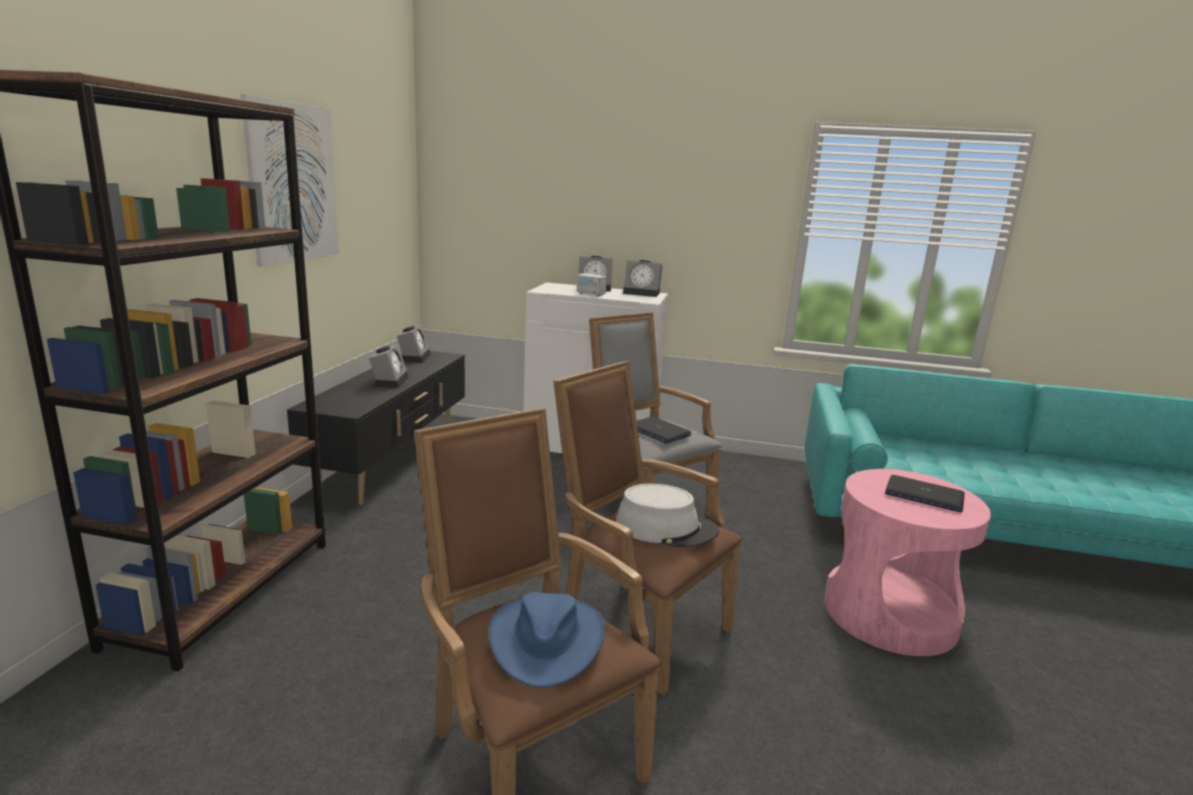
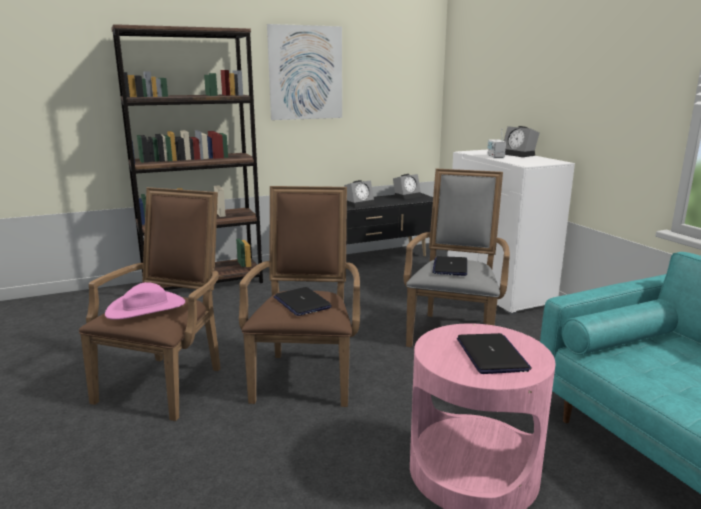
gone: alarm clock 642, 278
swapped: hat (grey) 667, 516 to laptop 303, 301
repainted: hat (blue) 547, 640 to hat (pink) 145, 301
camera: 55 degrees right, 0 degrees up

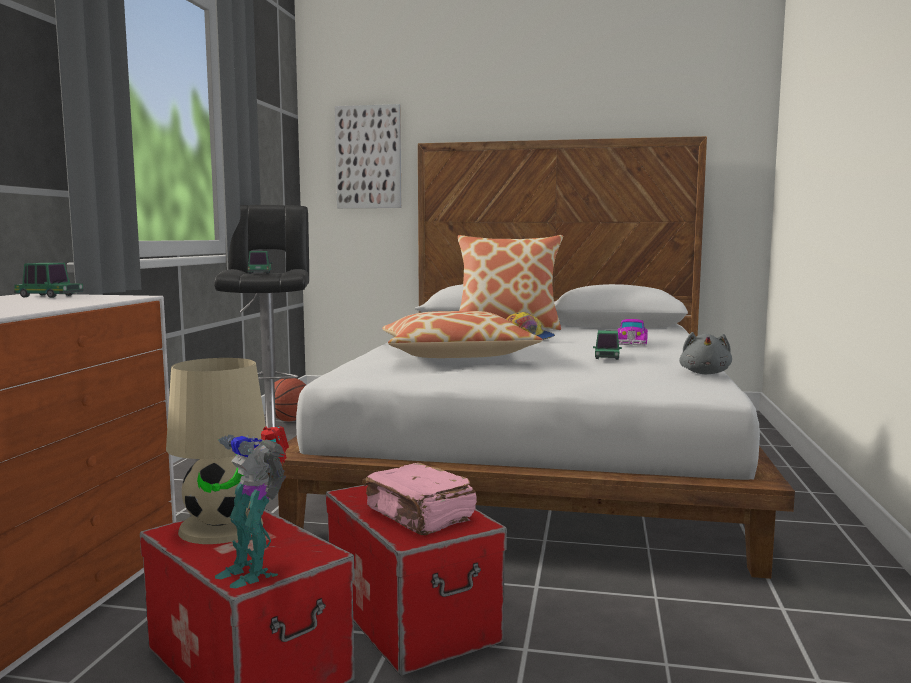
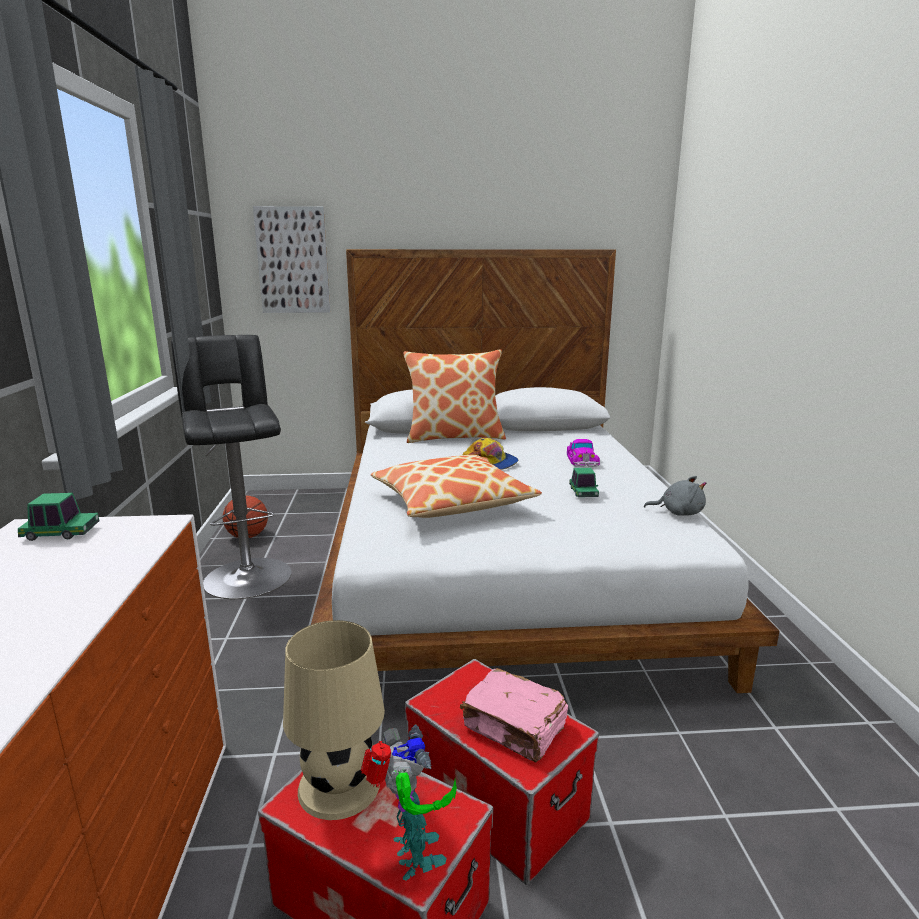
gone: toy car 260, 262
rotated: toy robot 243, 507 = 409, 802 135 degrees counterclockwise; plush toy (grey) 705, 353 = 675, 496 75 degrees counterclockwise
camera: 15 degrees left, 10 degrees up

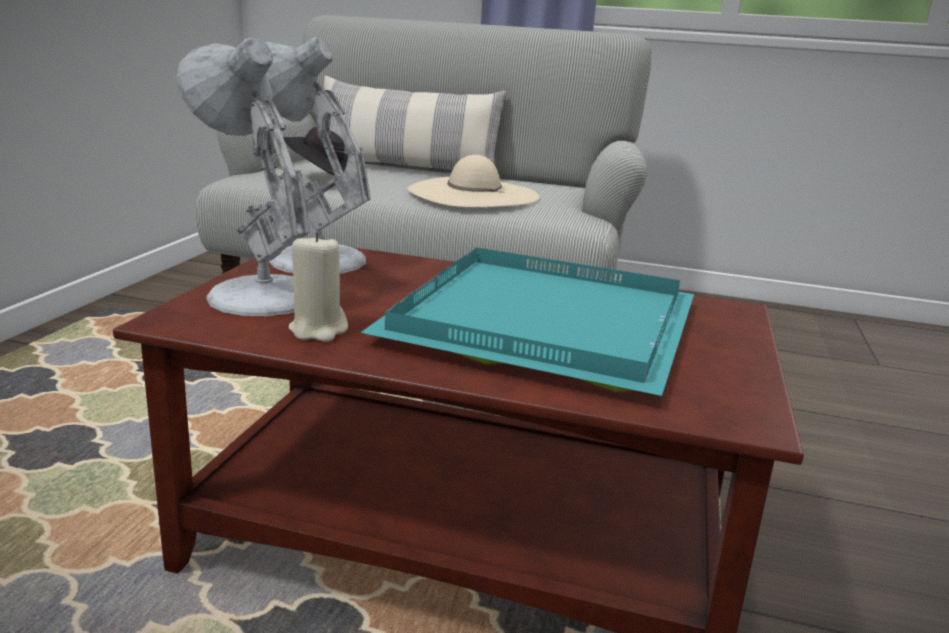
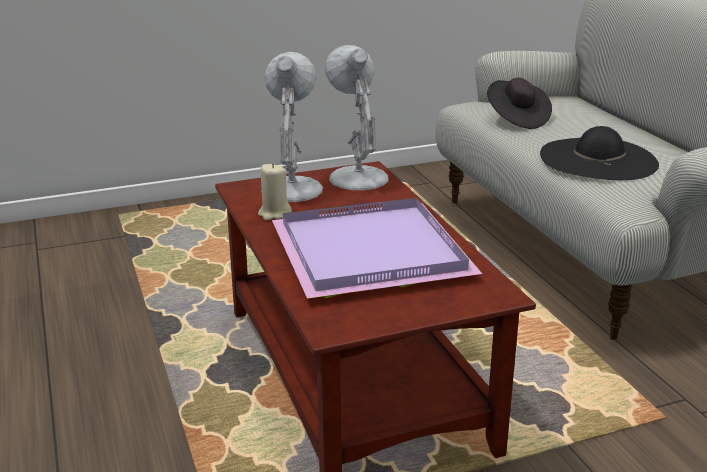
gone: pillow 415, 123
repainted: tray (turquoise) 527, 321 to tray (purple) 377, 248; hat (beige) 473, 181 to hat (black) 599, 153
camera: 55 degrees right, 5 degrees up

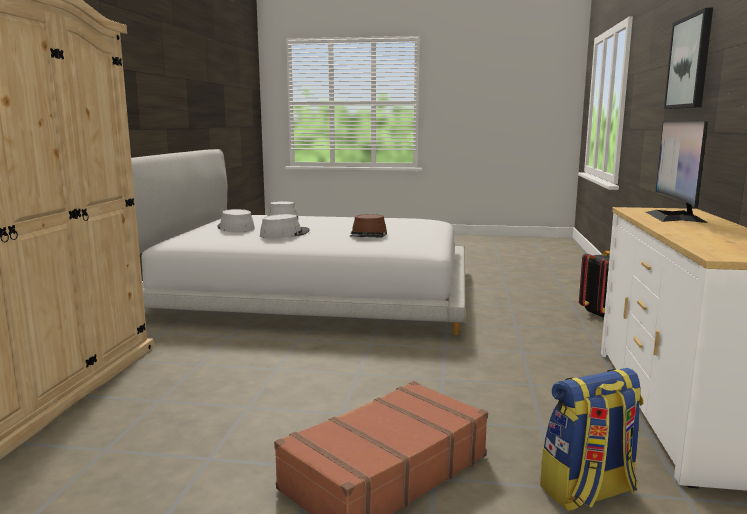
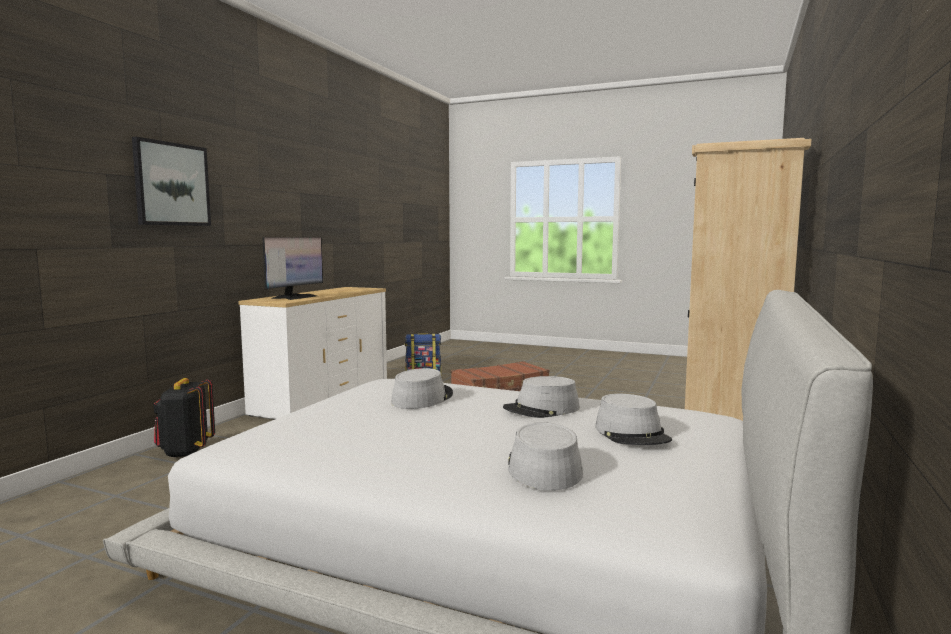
repainted: hat (brown) 368, 226 to hat (grey) 422, 388
camera: 165 degrees left, 5 degrees down

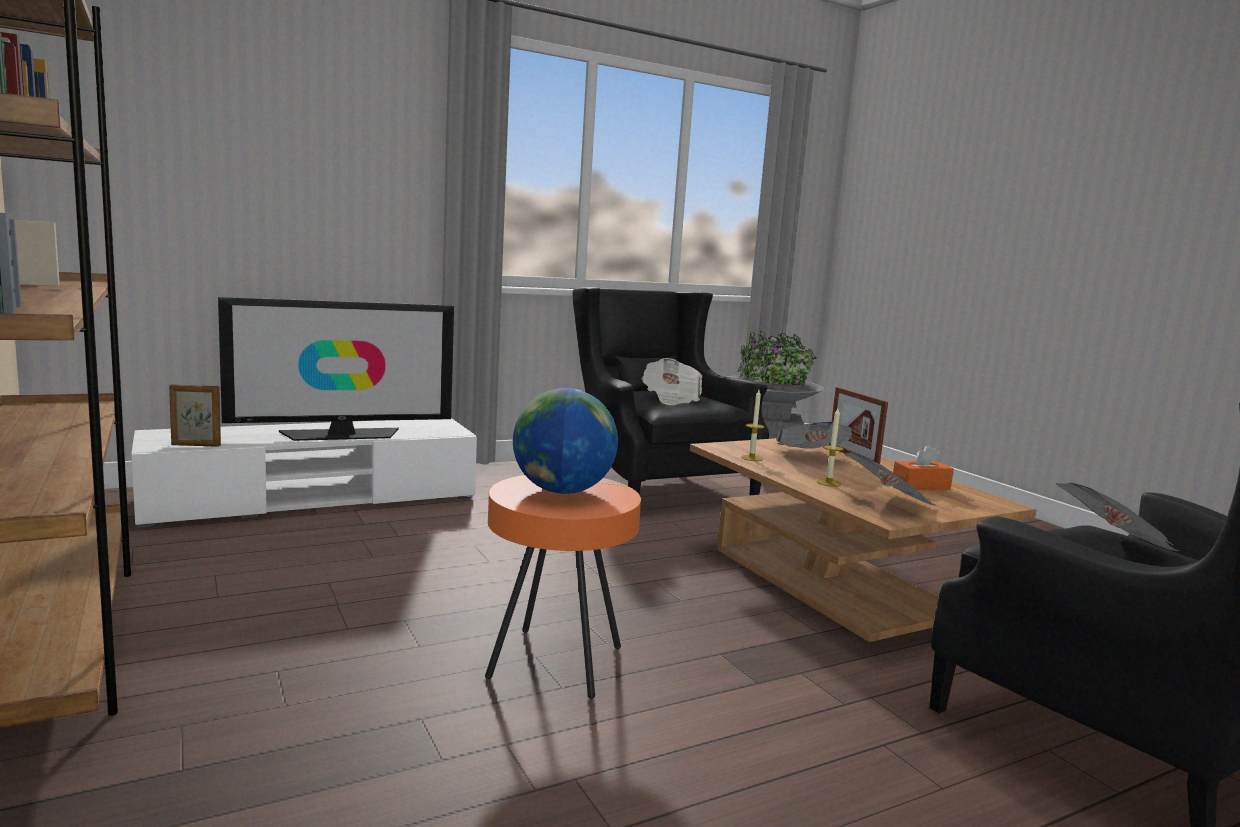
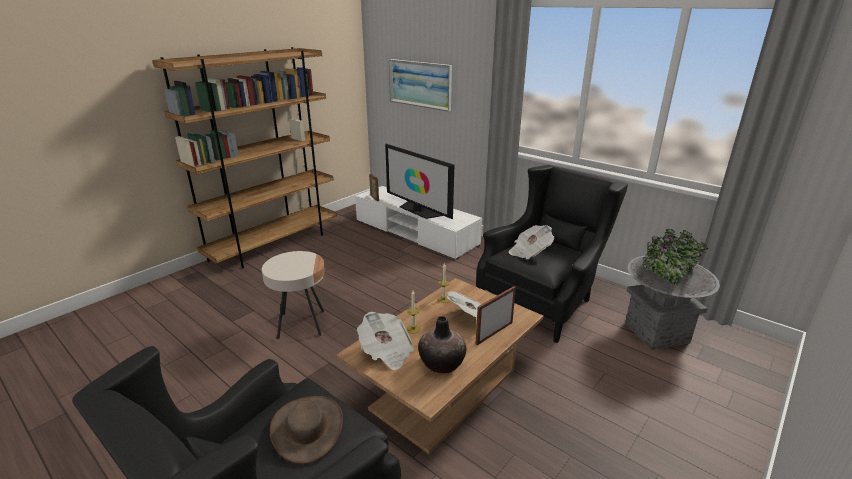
gone: globe 565, 441
new: picture 420, 85
swapped: tissue box (orange) 923, 467 to vase 442, 345; newspaper 1117, 516 to hat (brown) 306, 430
repainted: side table (orange) 563, 587 to side table (beige) 293, 295
camera: 70 degrees right, 15 degrees up

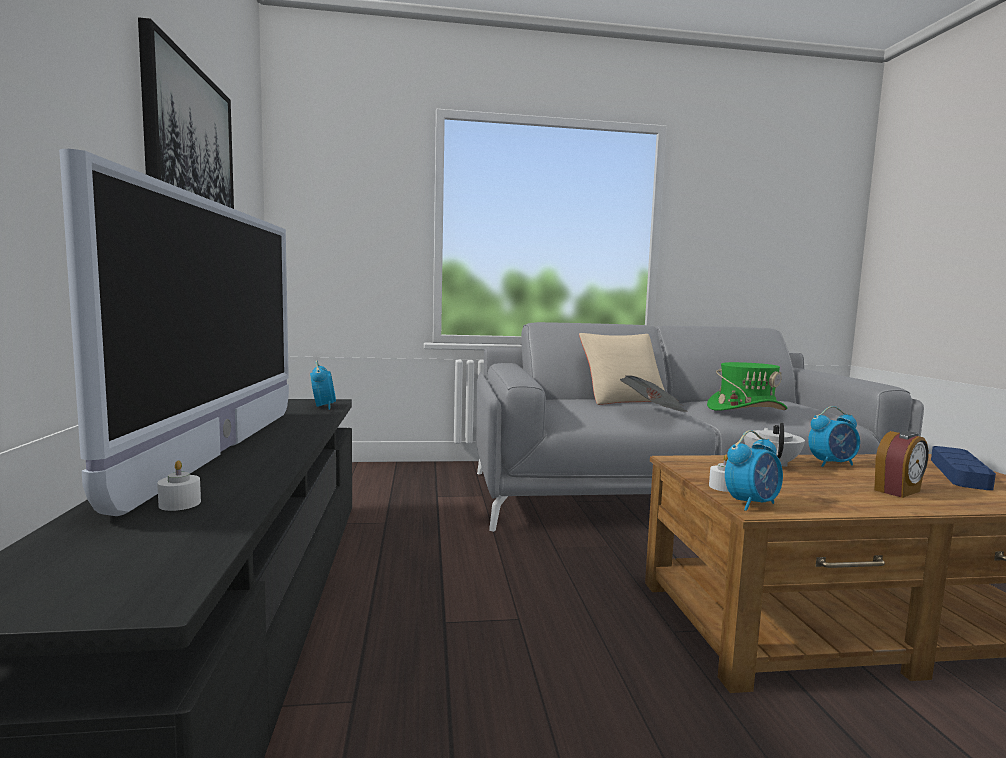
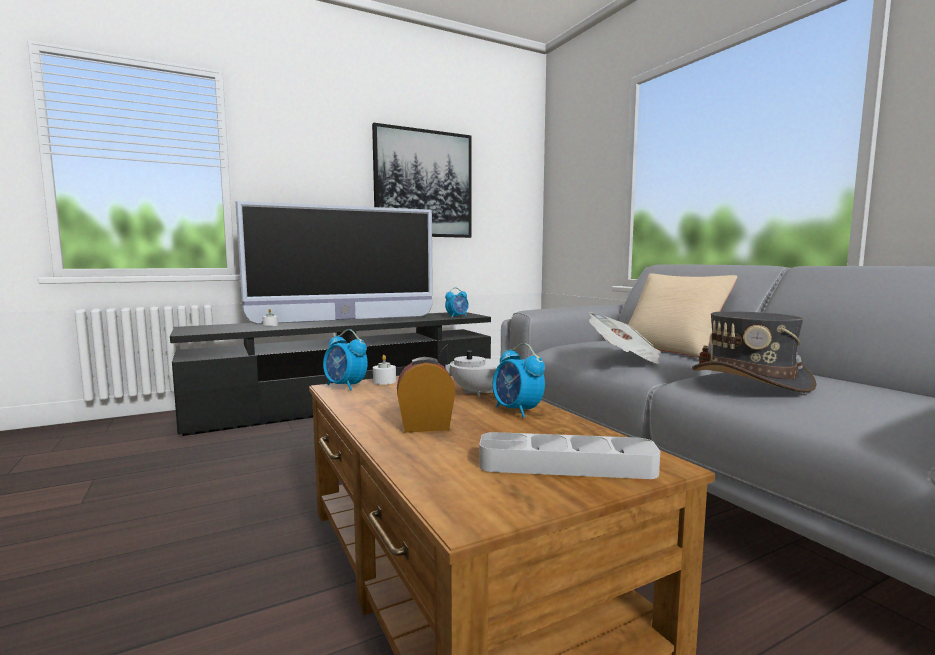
repainted: hat (green) 747, 386 to hat (grey) 754, 352; tray (blue) 963, 468 to tray (grey) 569, 455
rotated: alarm clock 902, 464 = 426, 395 135 degrees clockwise
camera: 70 degrees right, 0 degrees up

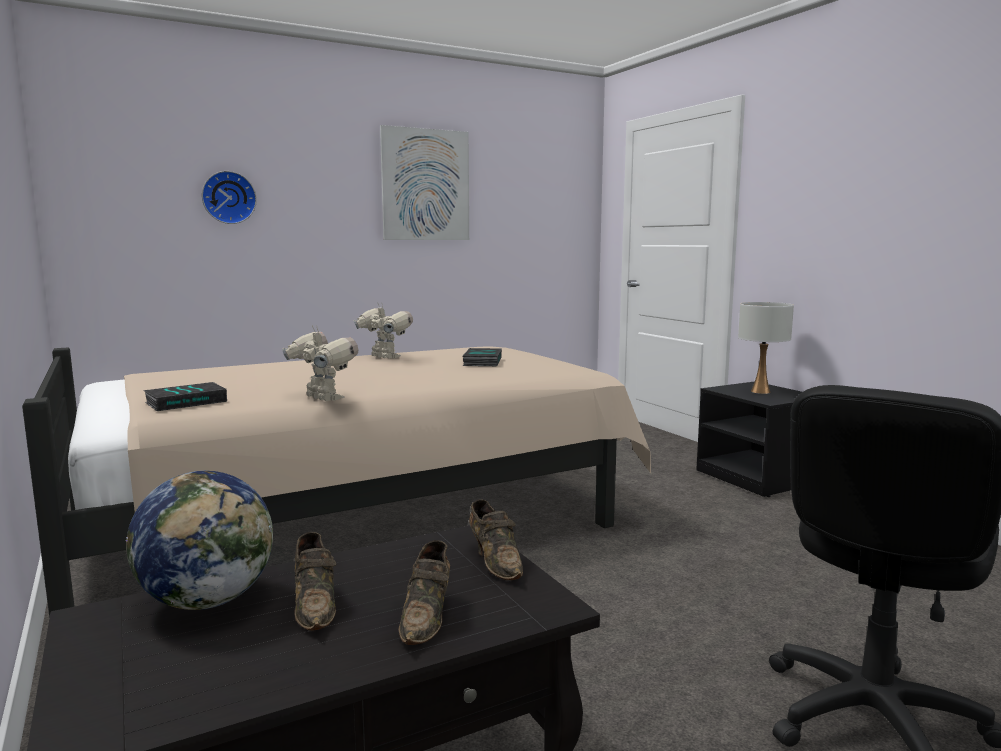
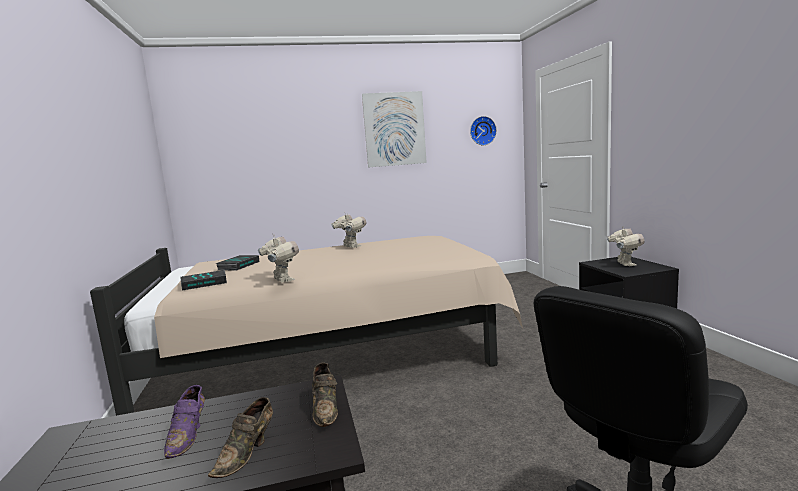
gone: globe 199, 540
shifted: wall clock 229, 197 to 483, 130; book 482, 357 to 237, 263
swapped: table lamp (white) 766, 348 to toy robot 626, 246
repainted: shoe (brown) 315, 581 to shoe (purple) 184, 422
camera: 15 degrees right, 0 degrees up

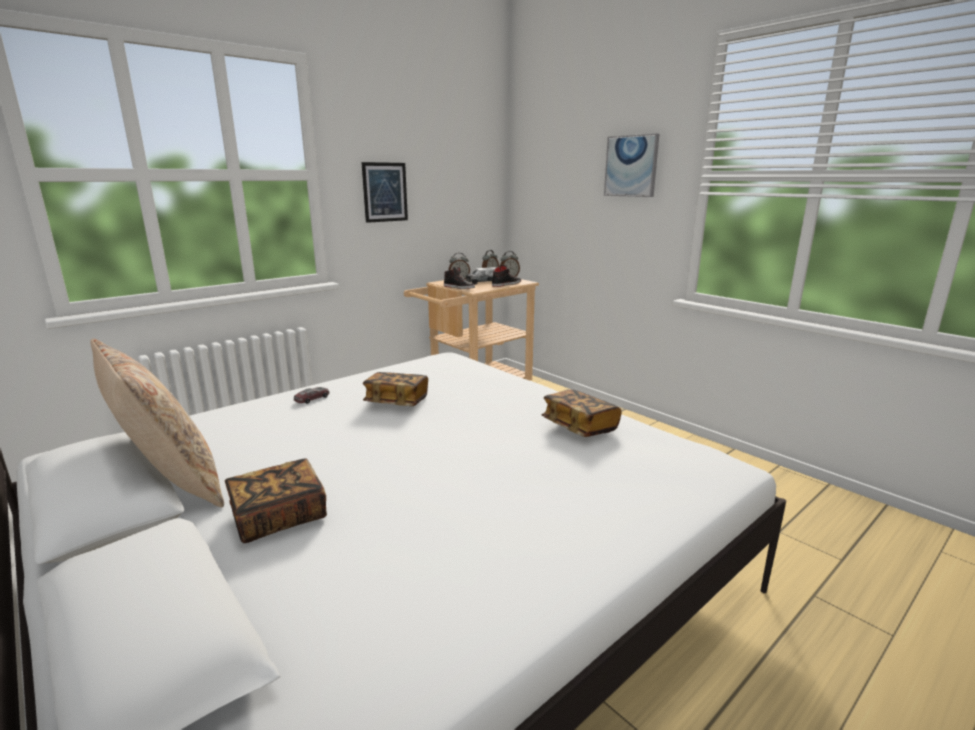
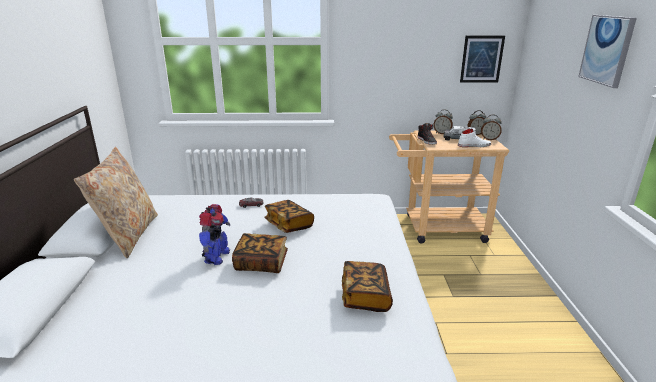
new: toy robot 214, 234
shifted: book 276, 501 to 260, 253; picture 384, 192 to 482, 59
repainted: shoe (black) 506, 276 to shoe (white) 474, 137
camera: 40 degrees right, 5 degrees up

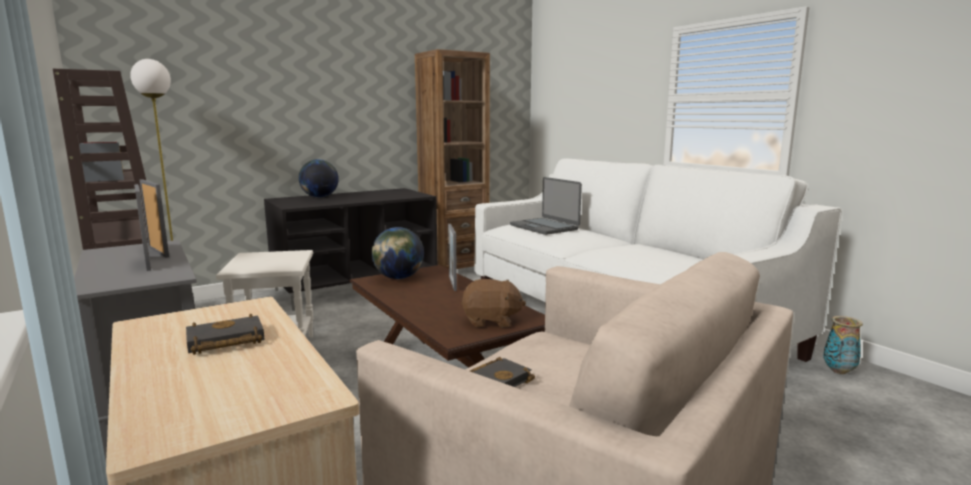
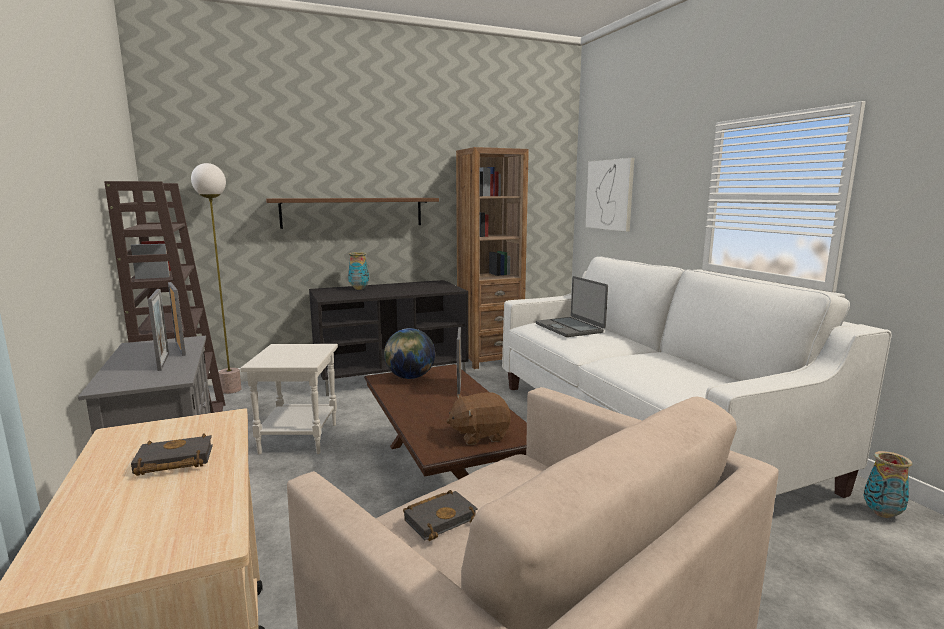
new: shelf (brown) 352, 213; picture 609, 195
swapped: globe 319, 178 to vase 358, 271
rotated: plush toy (brown) 493, 303 = 478, 418 150 degrees clockwise
camera: 10 degrees right, 0 degrees up

